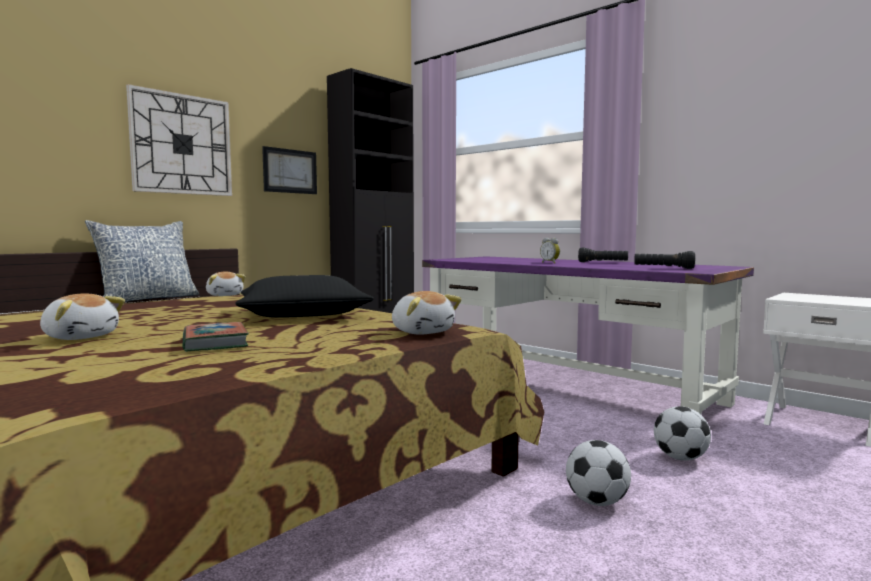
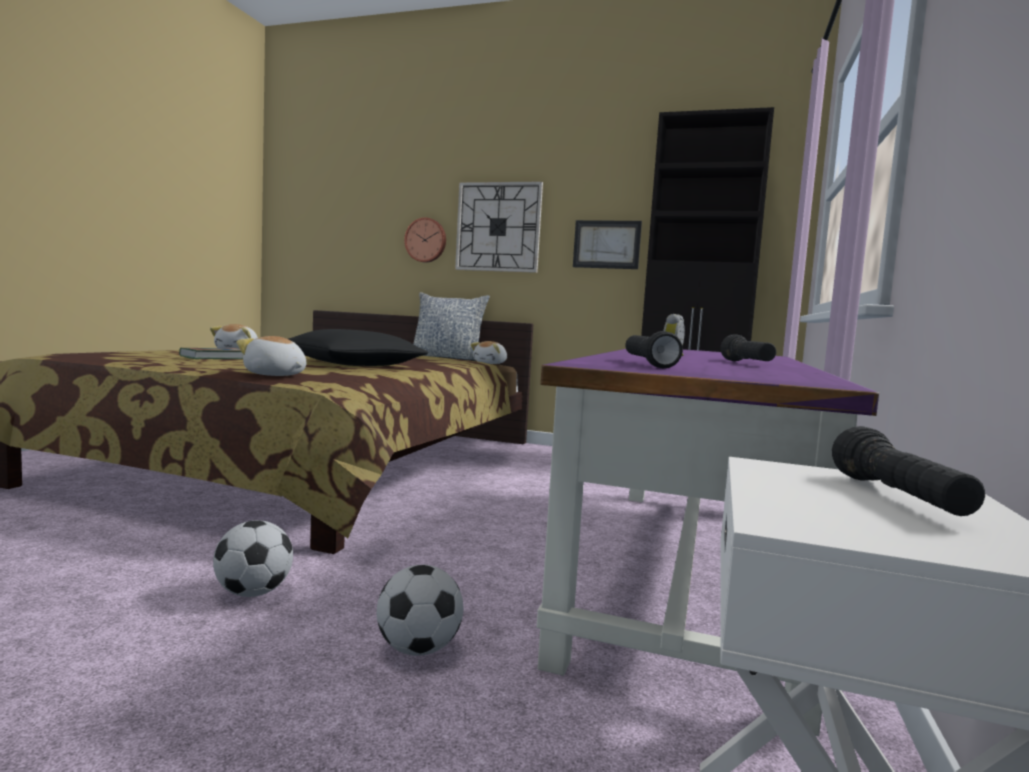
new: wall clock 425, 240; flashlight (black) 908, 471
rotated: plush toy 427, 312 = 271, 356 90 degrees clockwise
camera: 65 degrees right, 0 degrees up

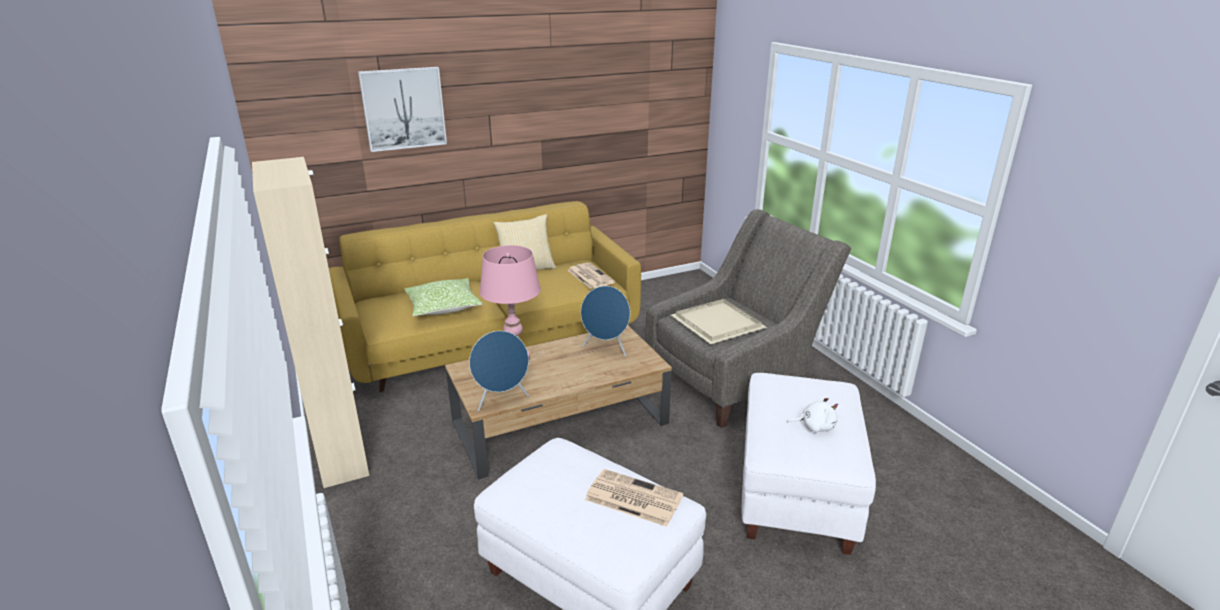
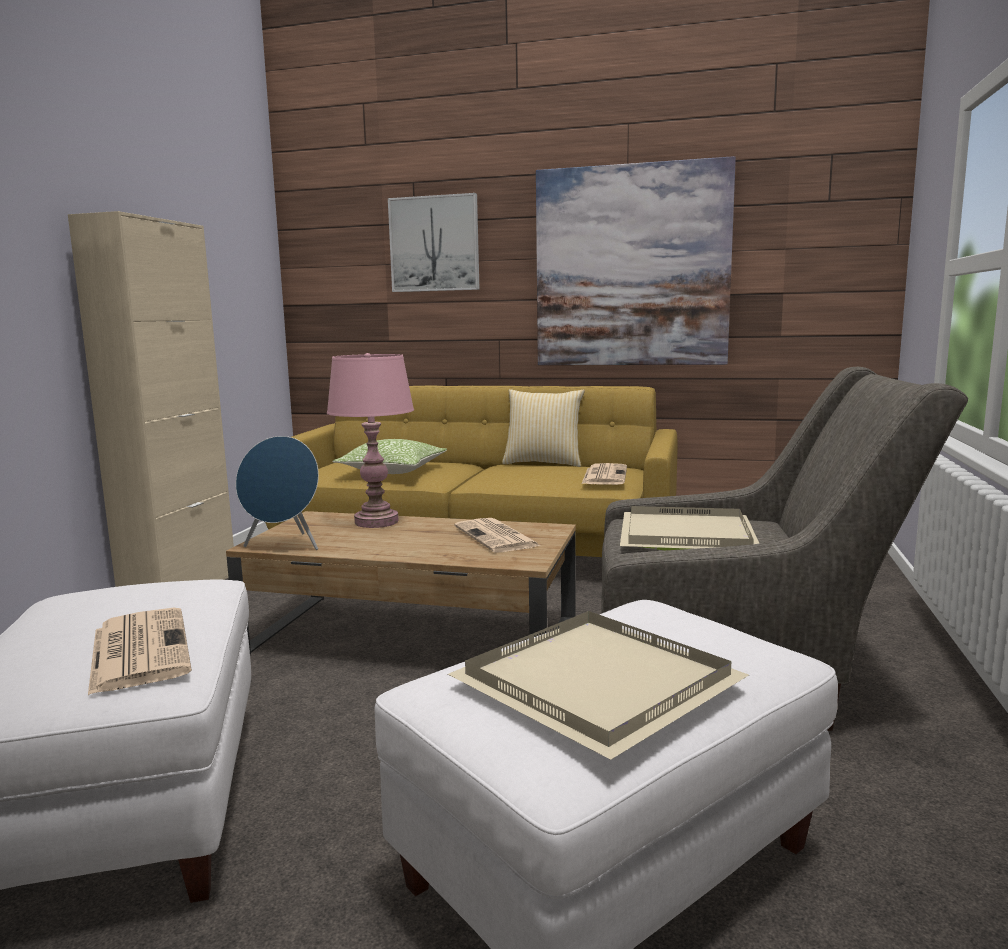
new: picture 636, 260
swapped: speaker (blue) 605, 321 to newspaper 497, 535; plush toy (white) 812, 414 to tray (beige) 598, 685
camera: 40 degrees right, 15 degrees down

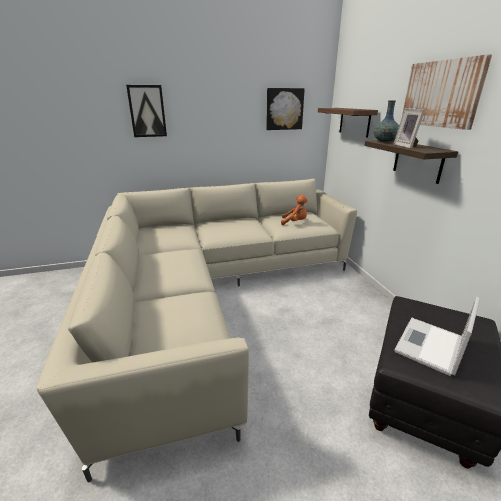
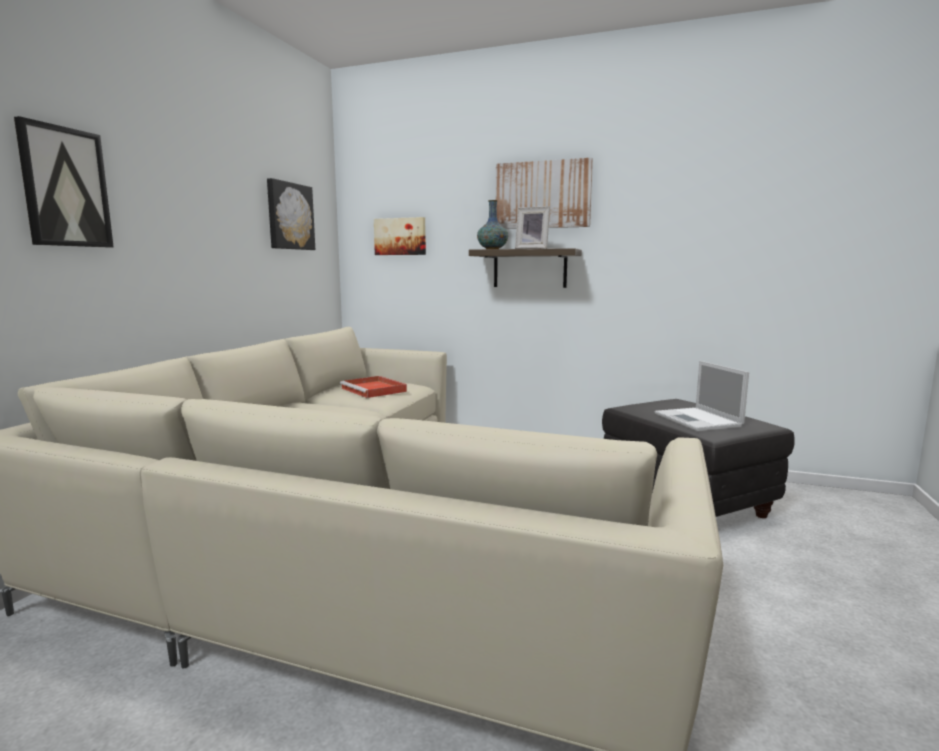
swapped: plush toy (orange) 294, 210 to tray (red) 373, 387; shelf 348, 122 to picture 400, 236
camera: 55 degrees left, 15 degrees down

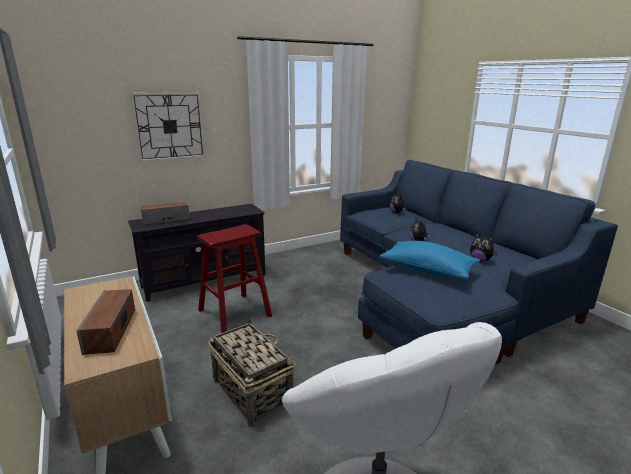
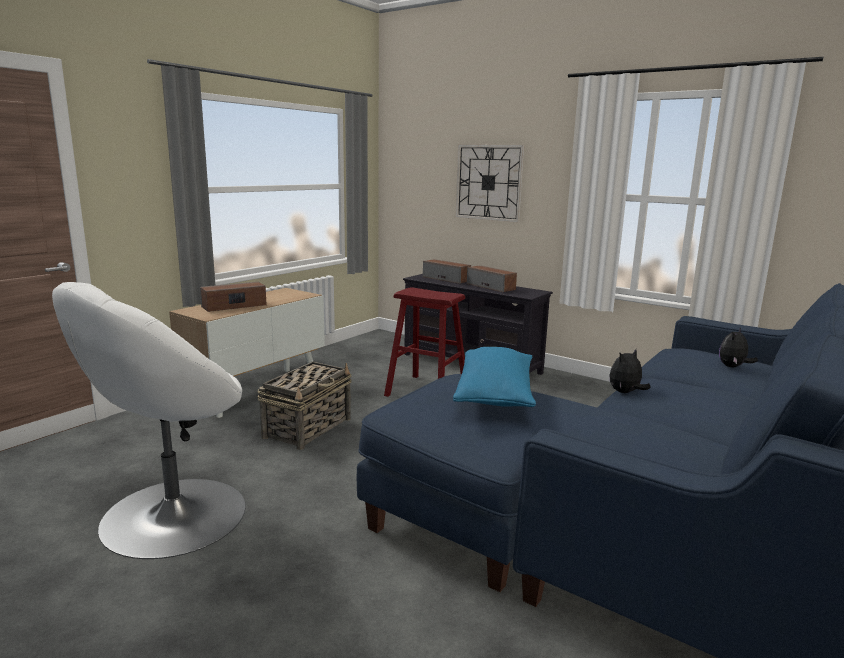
gone: plush toy 483, 247
new: speaker 492, 278
camera: 65 degrees right, 5 degrees down

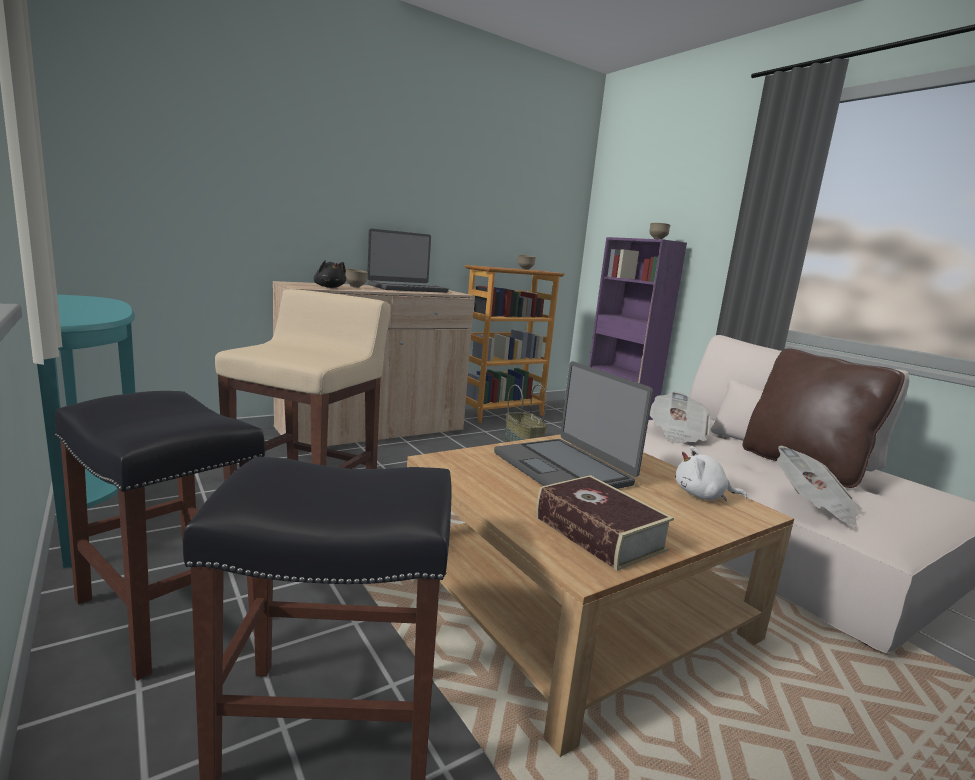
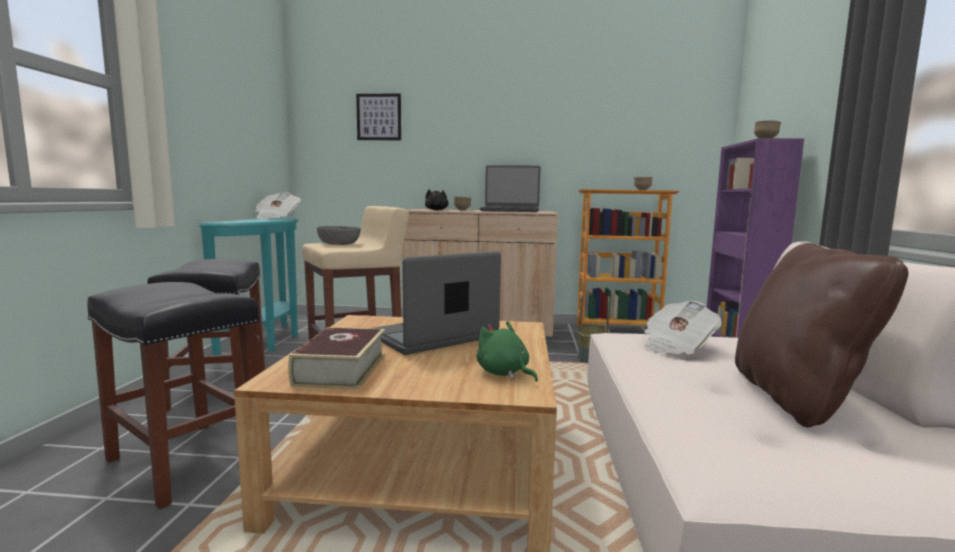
new: bowl (grey) 339, 235; picture 378, 117
shifted: newspaper 818, 487 to 278, 205
repainted: plush toy (white) 711, 473 to plush toy (green) 507, 351
rotated: laptop 573, 425 = 436, 303 45 degrees clockwise
camera: 40 degrees right, 5 degrees down

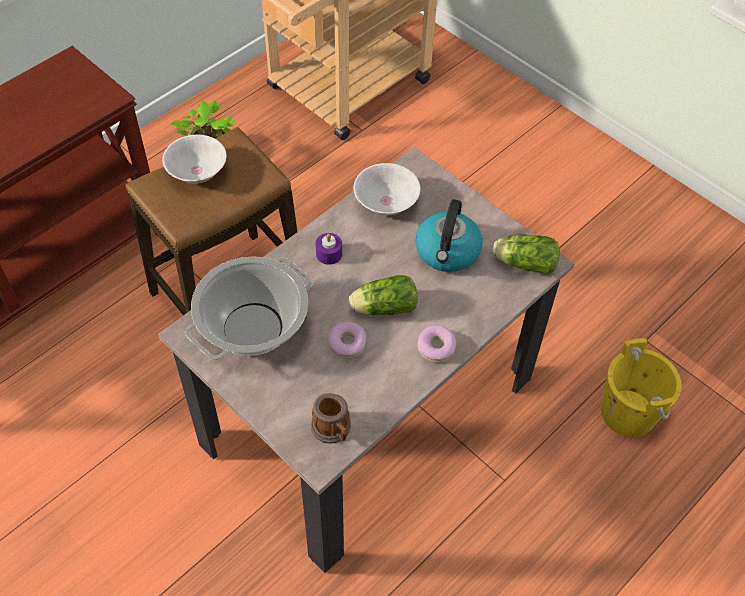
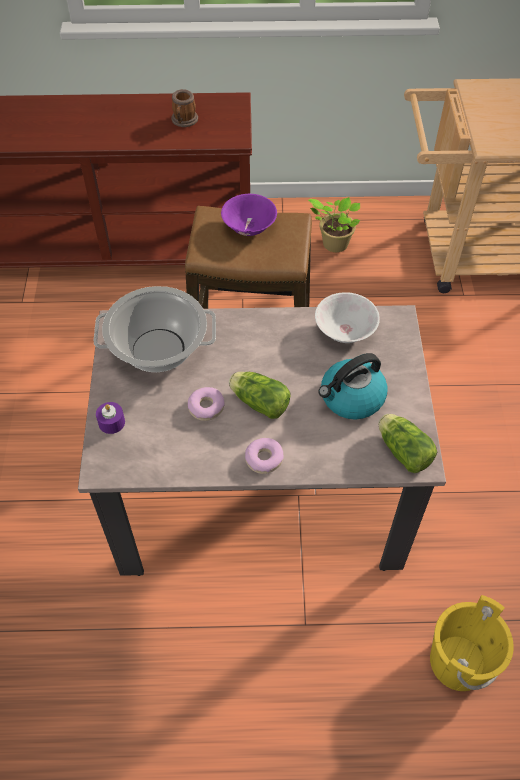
shifted: mug 331, 418 to 184, 108; candle (purple) 328, 249 to 110, 418
repainted: bowl (white) 194, 159 to bowl (purple) 249, 215
camera: 45 degrees right, 0 degrees up

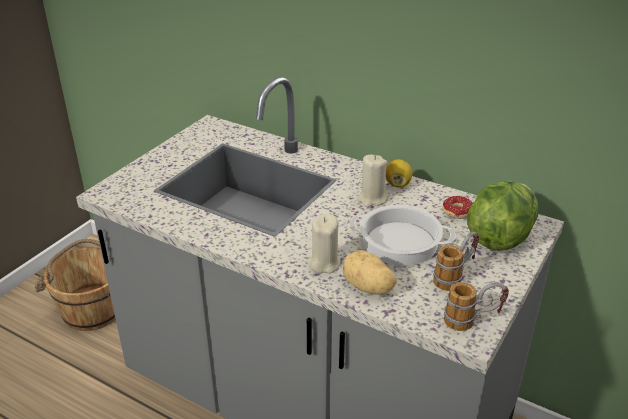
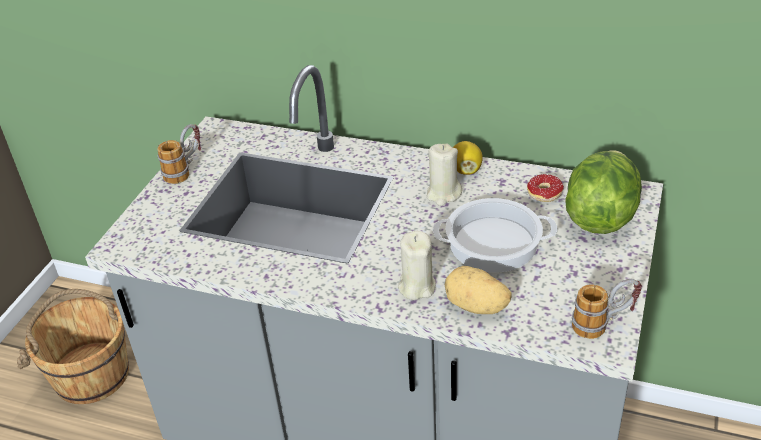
shifted: mug 456, 261 to 179, 154
camera: 10 degrees left, 5 degrees up

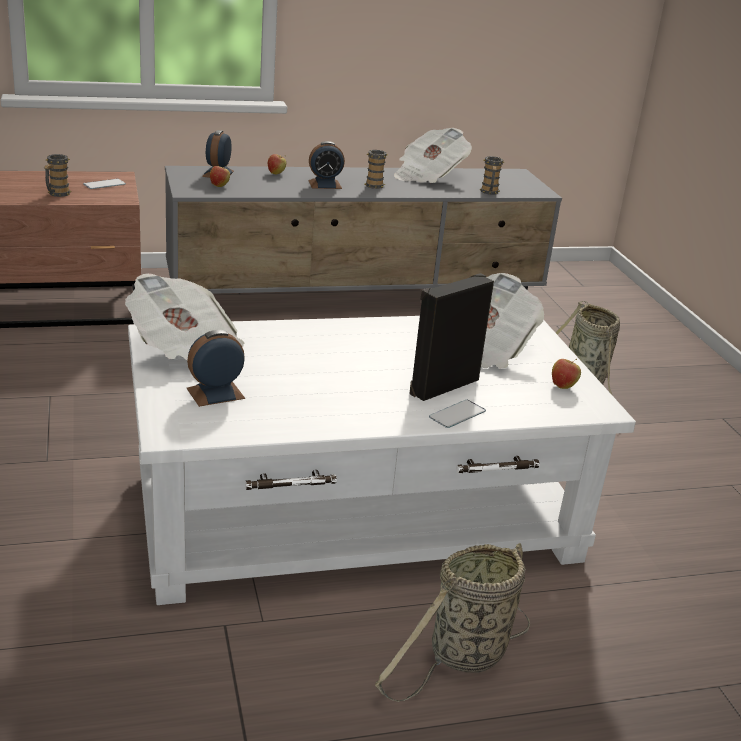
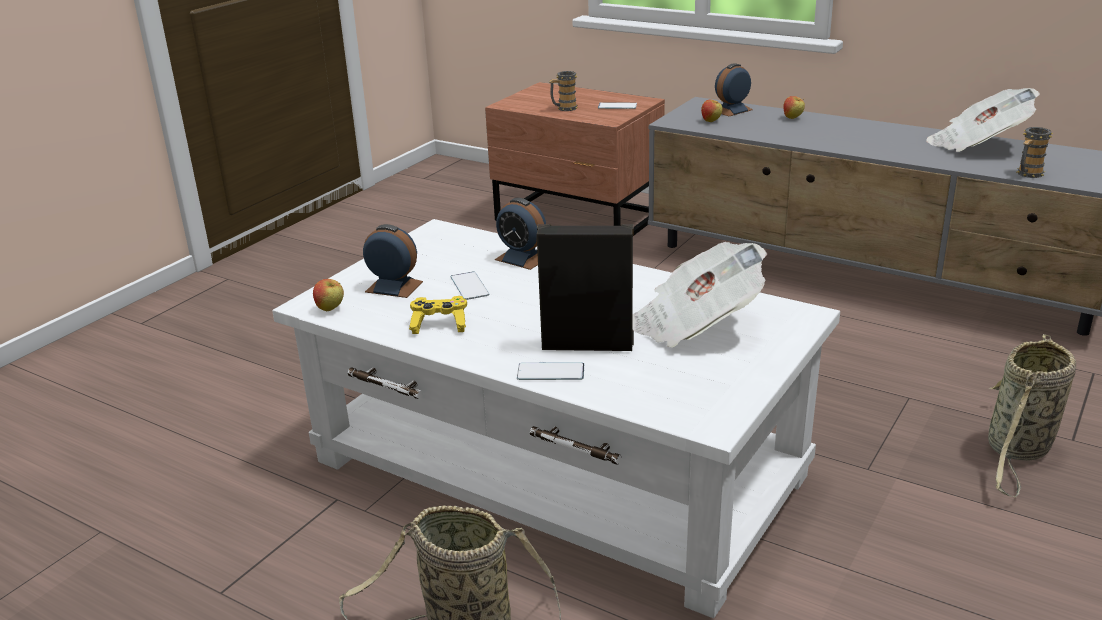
gone: newspaper 184, 316; mug 376, 169
new: game controller (yellow) 438, 315; phone 470, 285
shifted: alarm clock 326, 165 to 520, 234; apple 566, 374 to 328, 295
camera: 50 degrees right, 0 degrees up

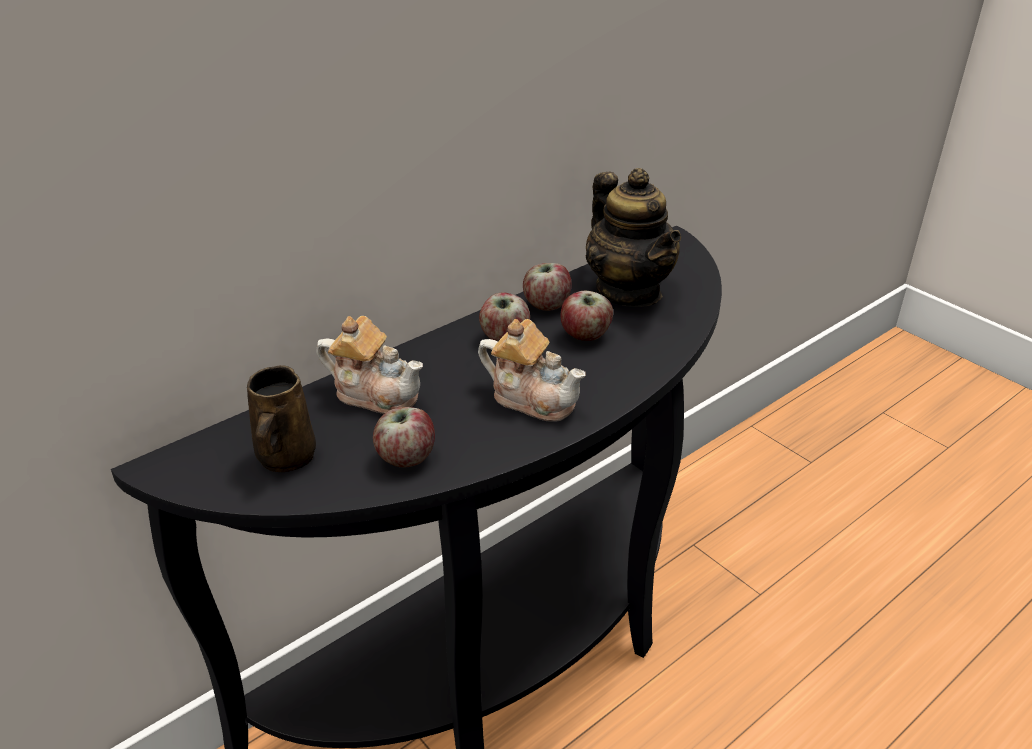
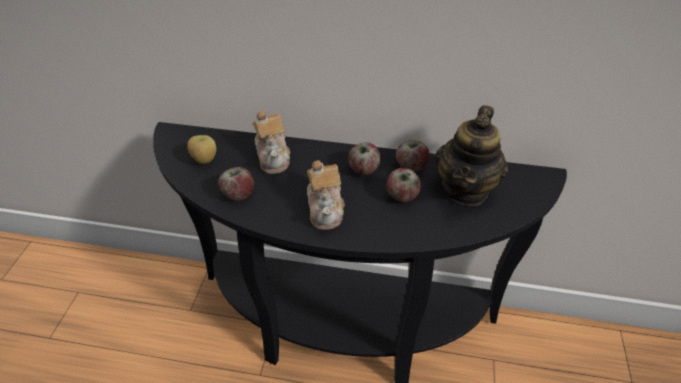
swapped: mug (brown) 281, 418 to apple 201, 149
camera: 50 degrees right, 10 degrees up

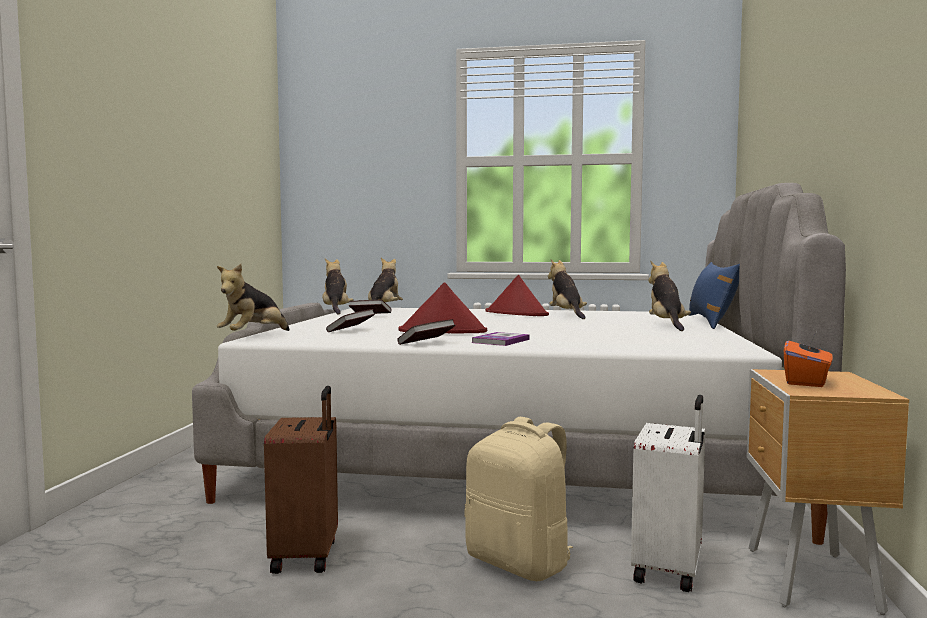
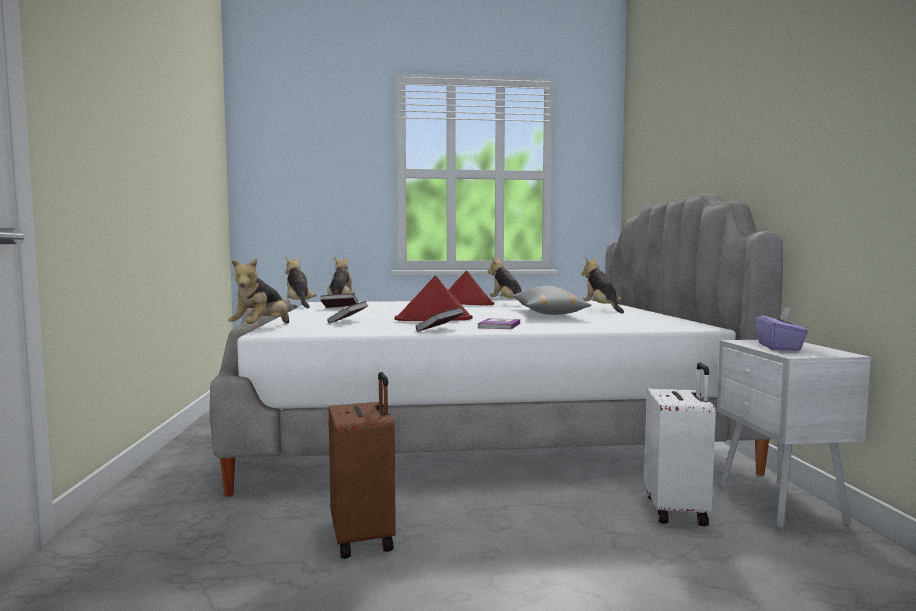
gone: backpack (beige) 518, 499; pillow (blue) 714, 295
new: pillow (grey) 551, 300
repainted: nightstand (brown) 828, 492 to nightstand (white) 794, 434; tissue box (orange) 808, 359 to tissue box (purple) 782, 329
camera: 15 degrees left, 0 degrees up

